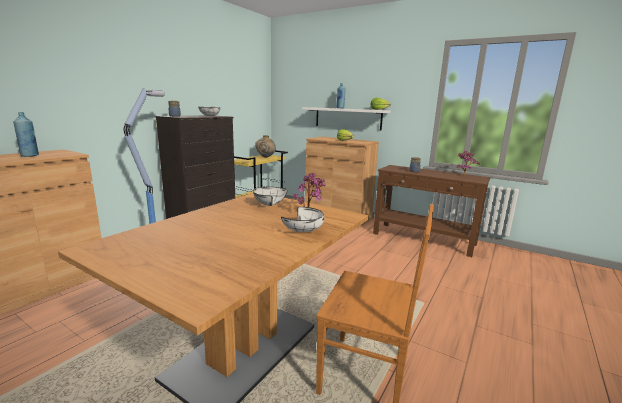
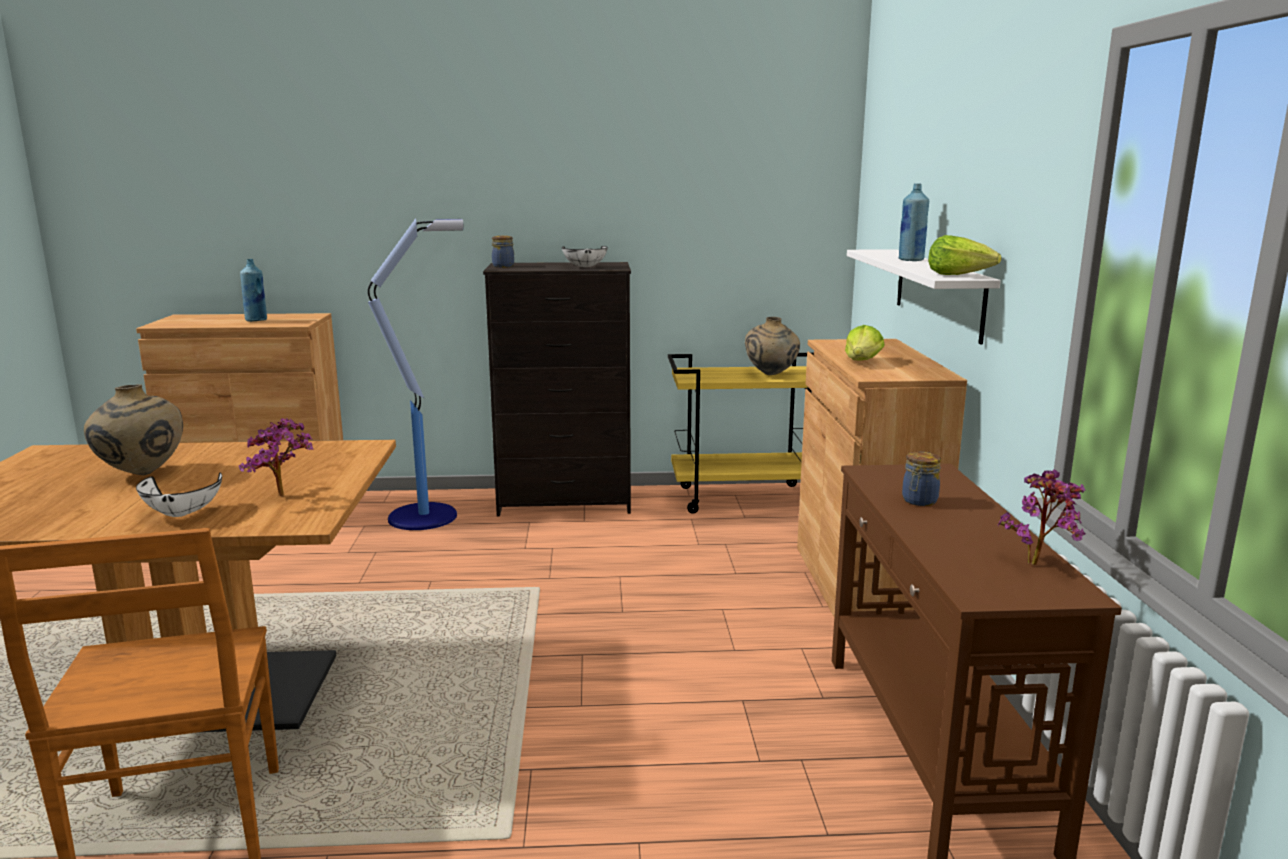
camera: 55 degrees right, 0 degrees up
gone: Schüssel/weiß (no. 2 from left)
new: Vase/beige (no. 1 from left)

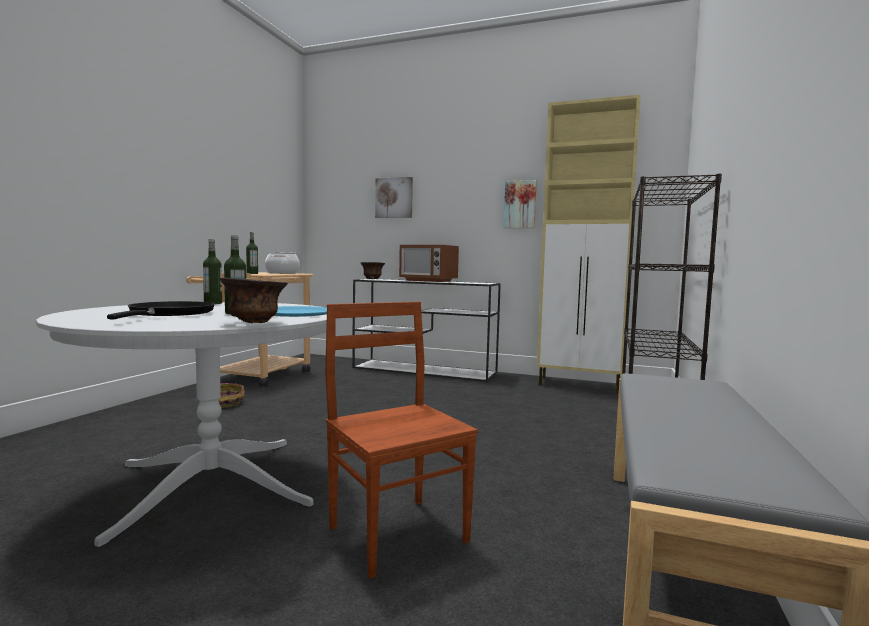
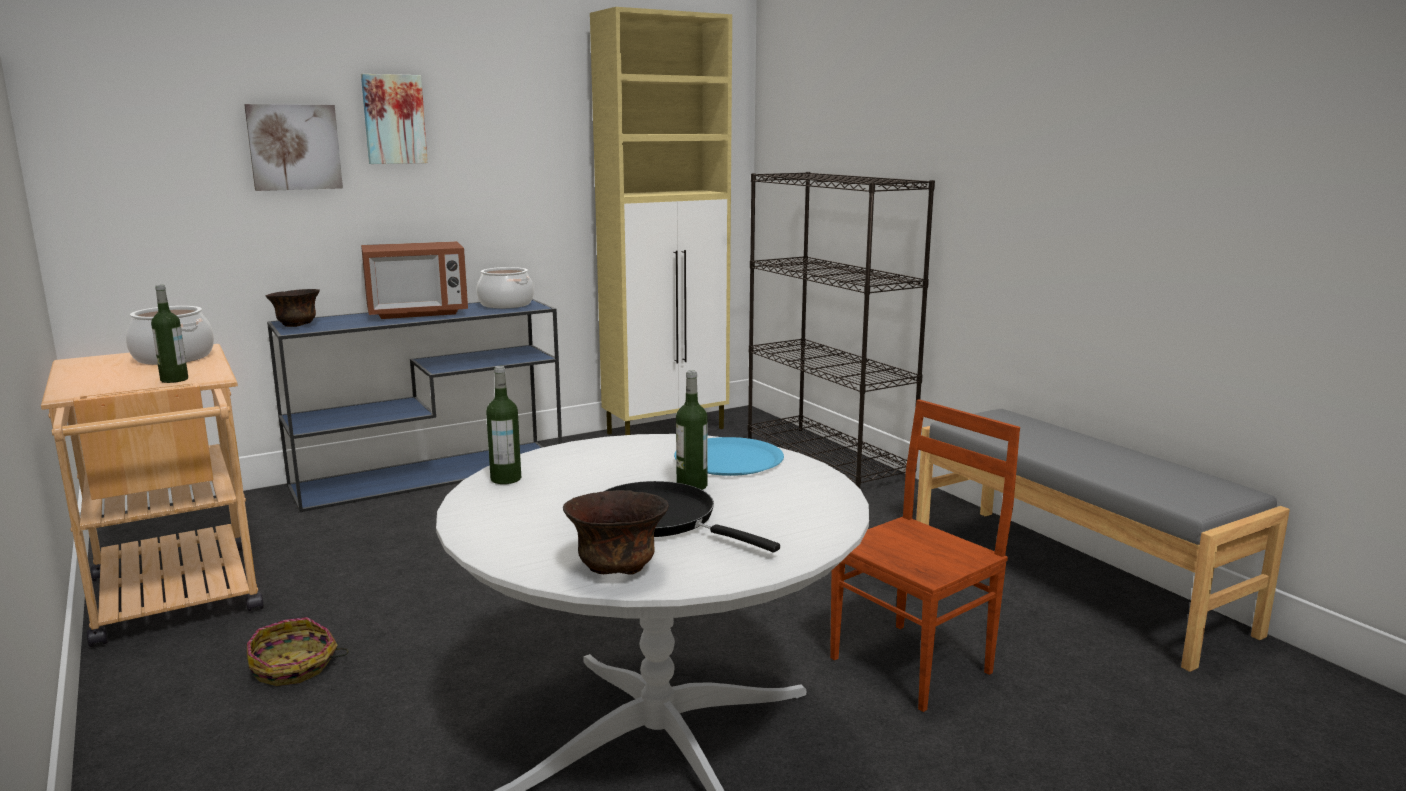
camera: 50 degrees left, 10 degrees up
new: Kochtopf (no. 2 from left)
shifted: Schüssel/braun (no. 1 from left in the first image) to Schüssel/braun (no. 2 from left); Bild (no. 2 from left)
repainted: Konsolentisch/weiß to Konsolentisch/blau
rotated: Stuhl/braun 135 degrees clockwise

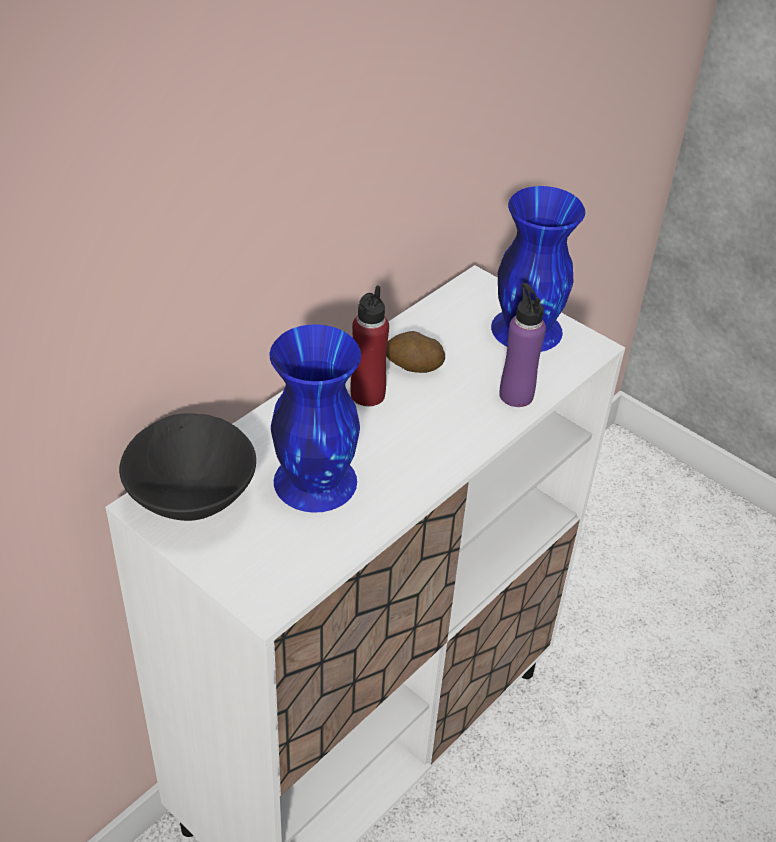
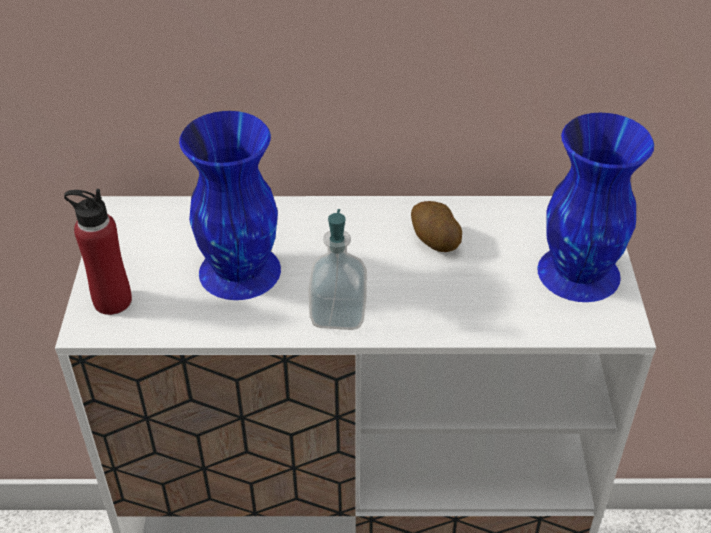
camera: 50 degrees right, 0 degrees up
gone: Schüssel/schwarz; Flasche/lila
new: Seifenspender
shifted: Flasche/rot

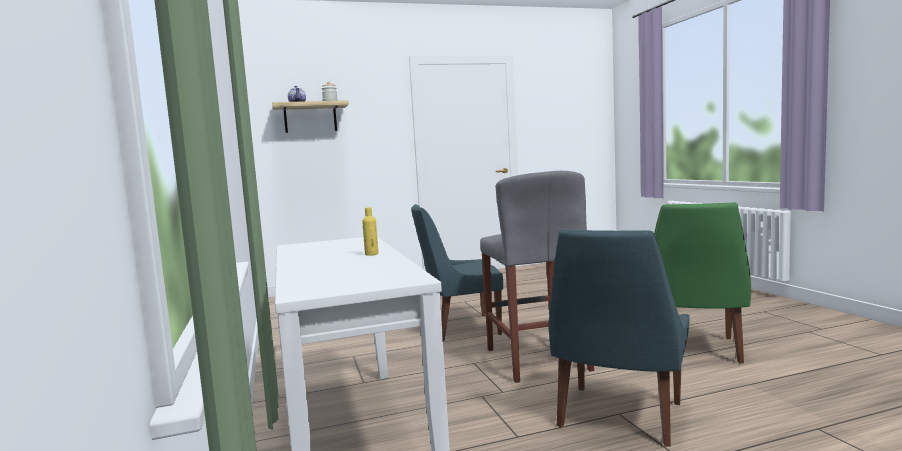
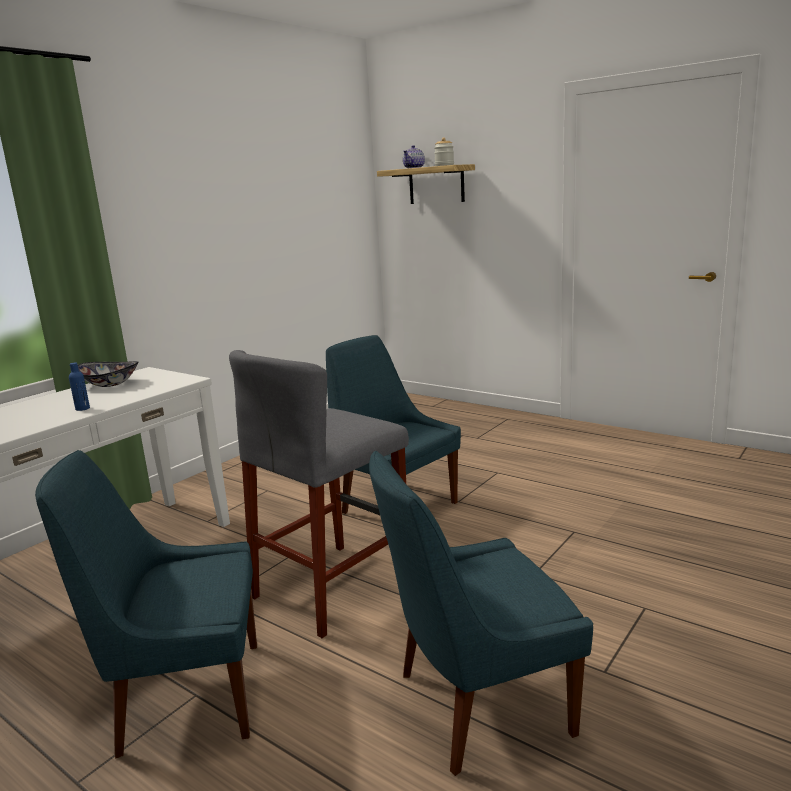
camera: 55 degrees right, 10 degrees up
new: Schüssel
repainted: Flasche/gelb to Flasche/blau; Stuhl/grün to Stuhl/blau (no. 3 from left)

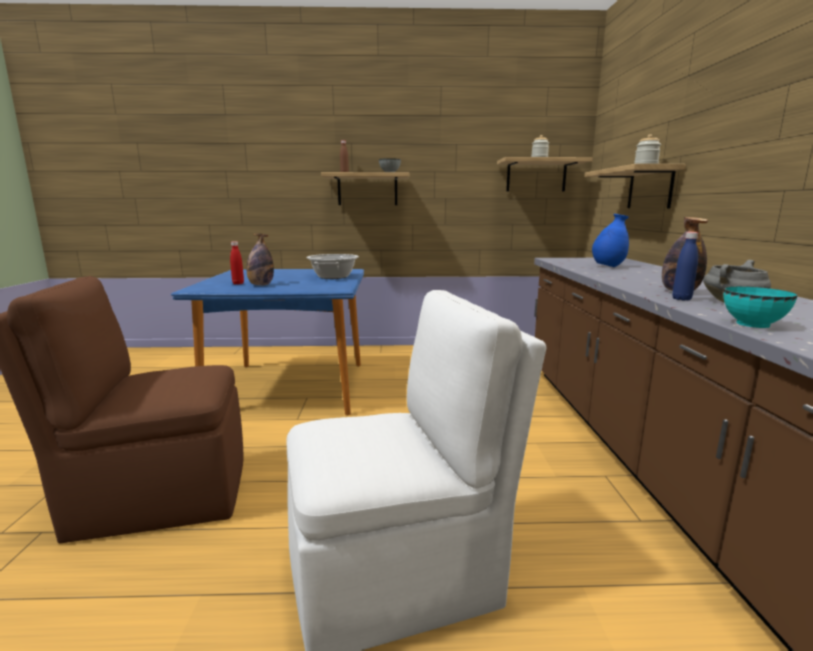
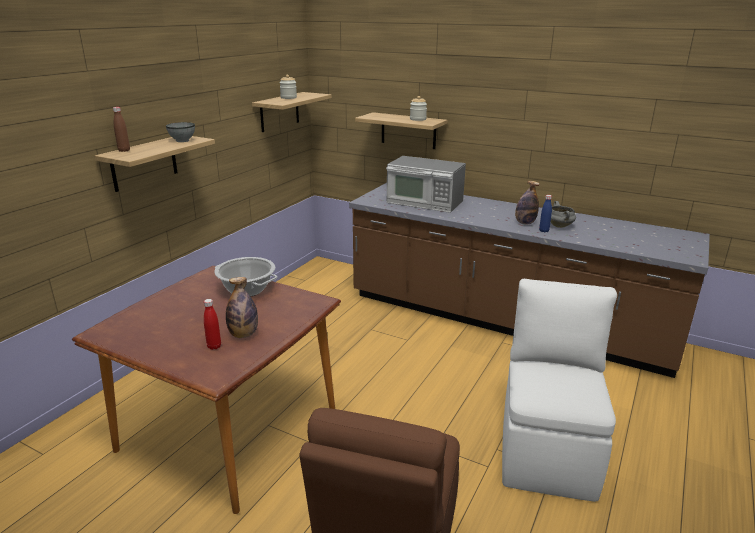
camera: 60 degrees left, 10 degrees up
gone: Schüssel/türkis
swapped: Vase/blau to Mikrowelle
repainted: Esstisch/blau to Esstisch/braun

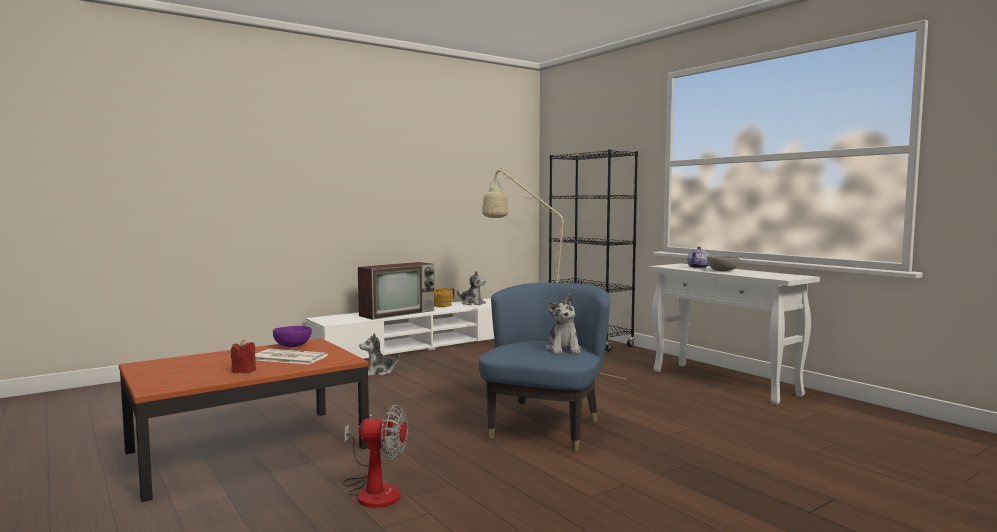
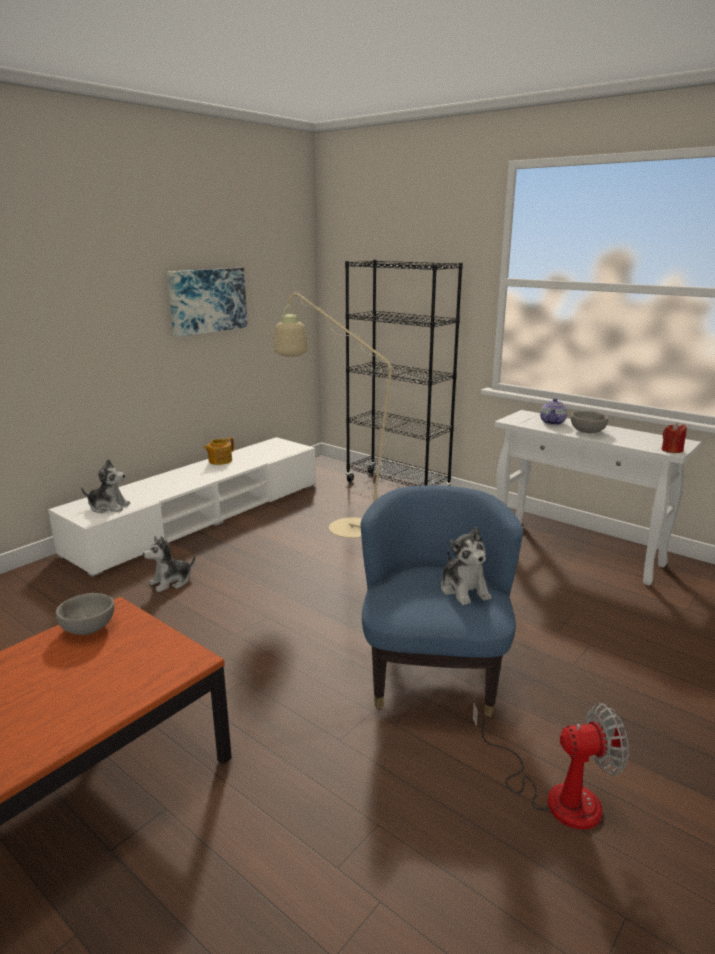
camera: 15 degrees left, 15 degrees up
gone: Zeitung; Fernseher
new: Bild
shifted: Kerze/rot; Ventilator; Plüschtier (no. 2 from left in the first image) to Plüschtier (no. 1 from left)
repainted: Schüssel/lila to Schüssel/grau (no. 1 from left)

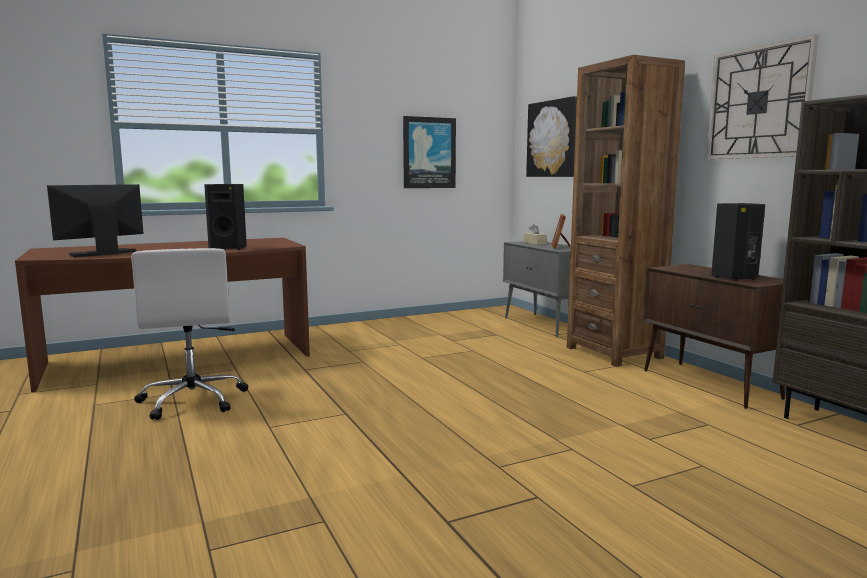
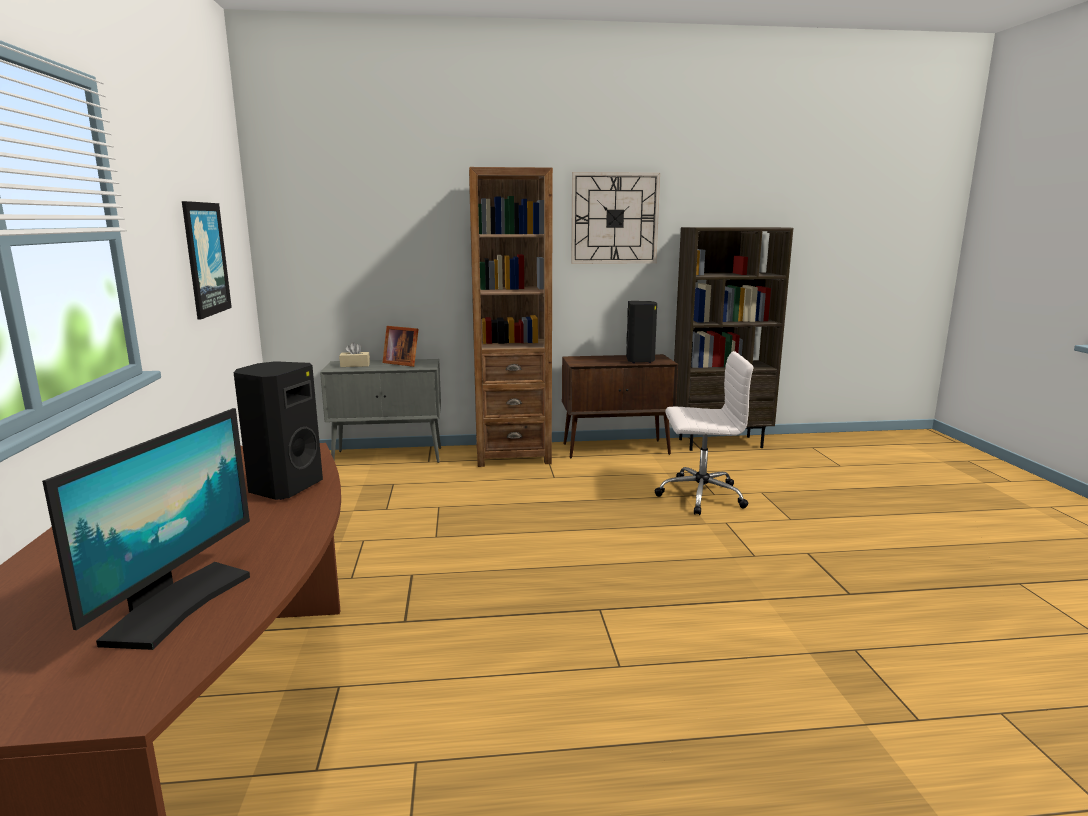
camera: 70 degrees left, 5 degrees up
gone: Bild (no. 2 from left)
shifted: Bürostuhl/weiß
rotated: Monitor 135 degrees counterclockwise

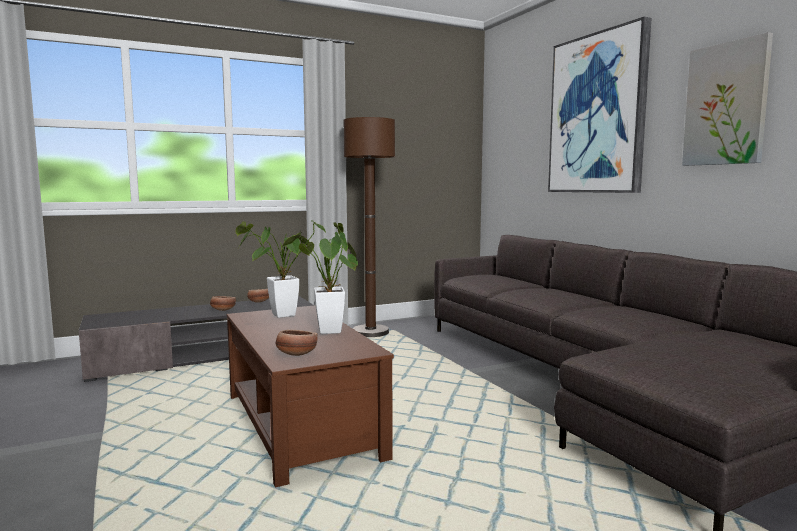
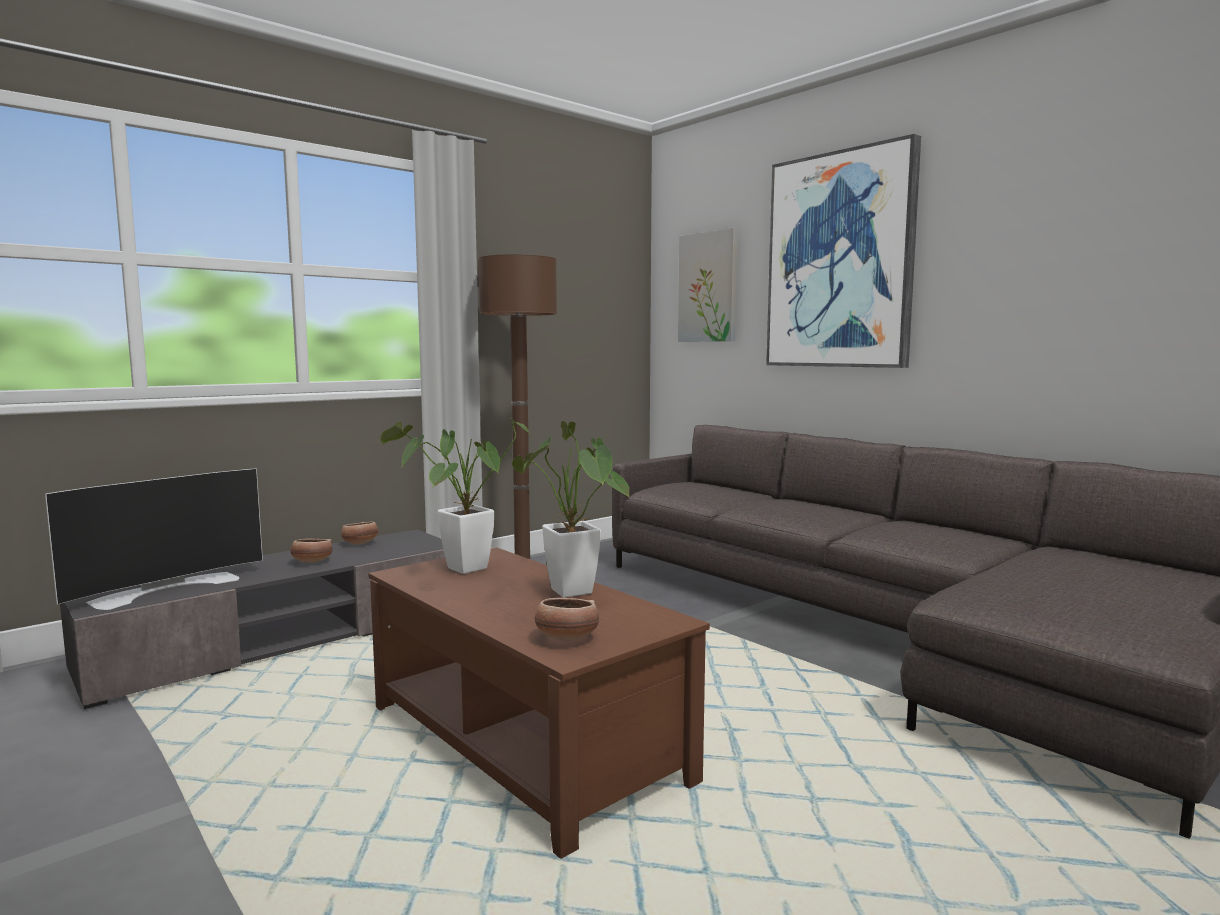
camera: 15 degrees left, 0 degrees up
new: Fernseher
shifted: Bild (no. 2 from left in the first image) to Bild (no. 1 from left)

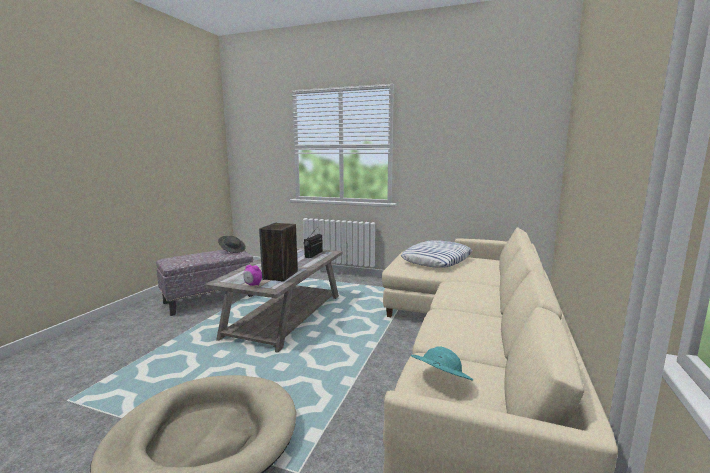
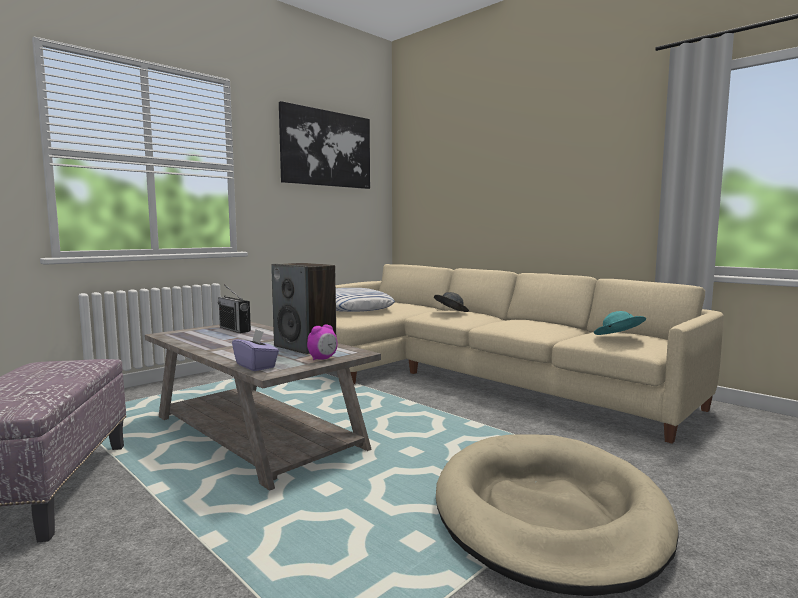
camera: 65 degrees left, 5 degrees down
new: Taschentuchbox/lila; Bild
shifted: Hut/grau

